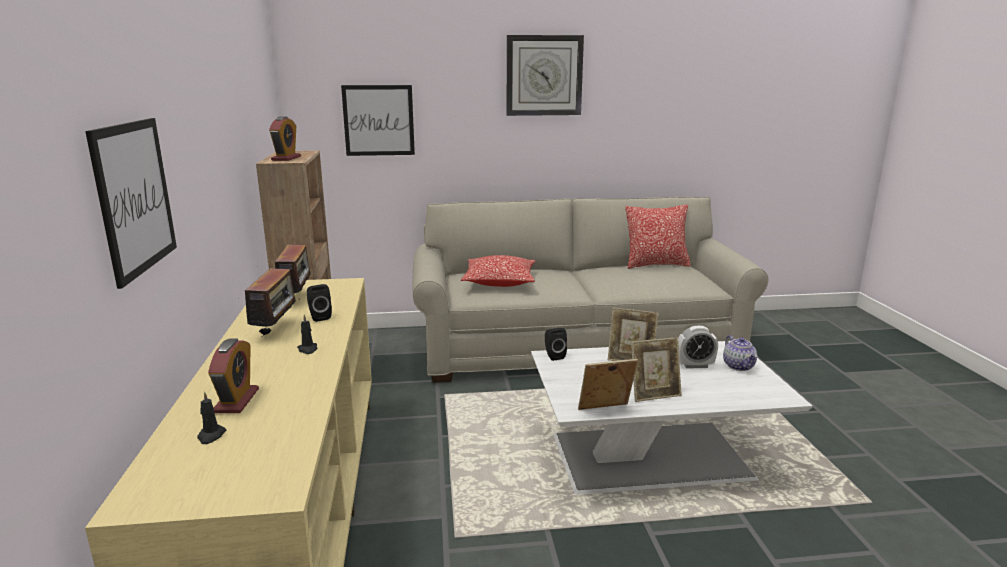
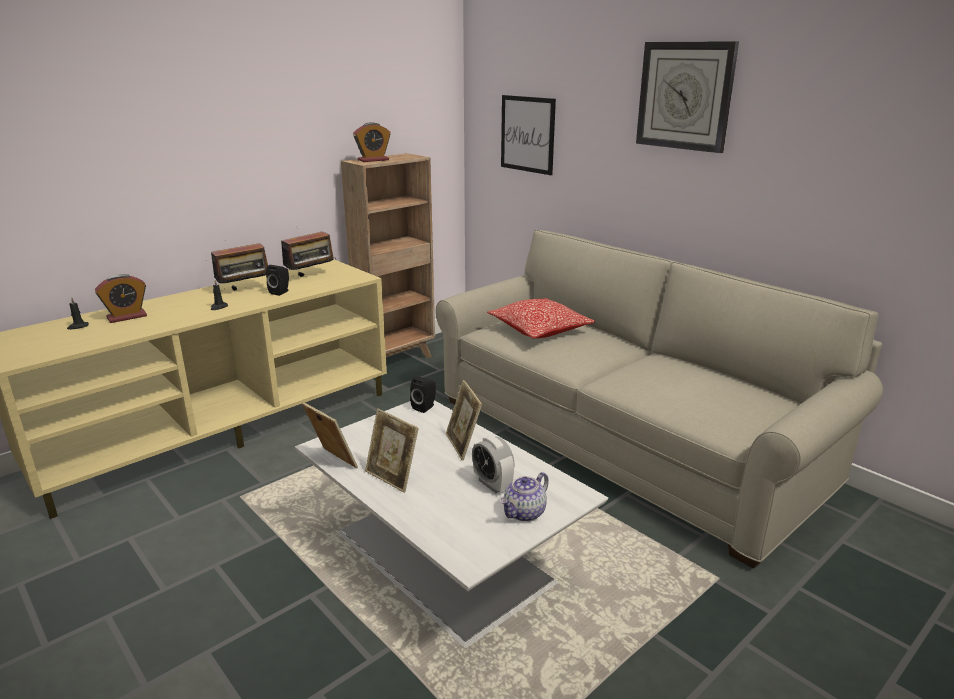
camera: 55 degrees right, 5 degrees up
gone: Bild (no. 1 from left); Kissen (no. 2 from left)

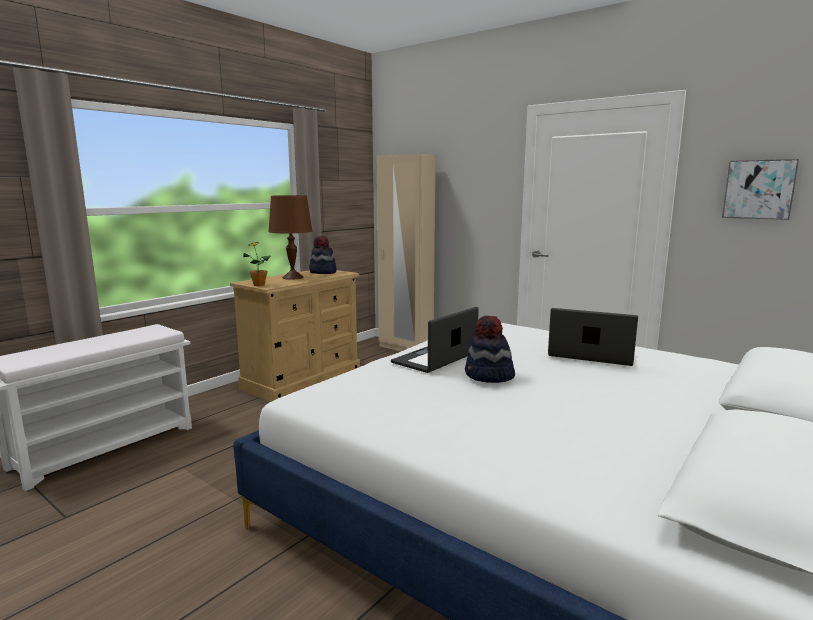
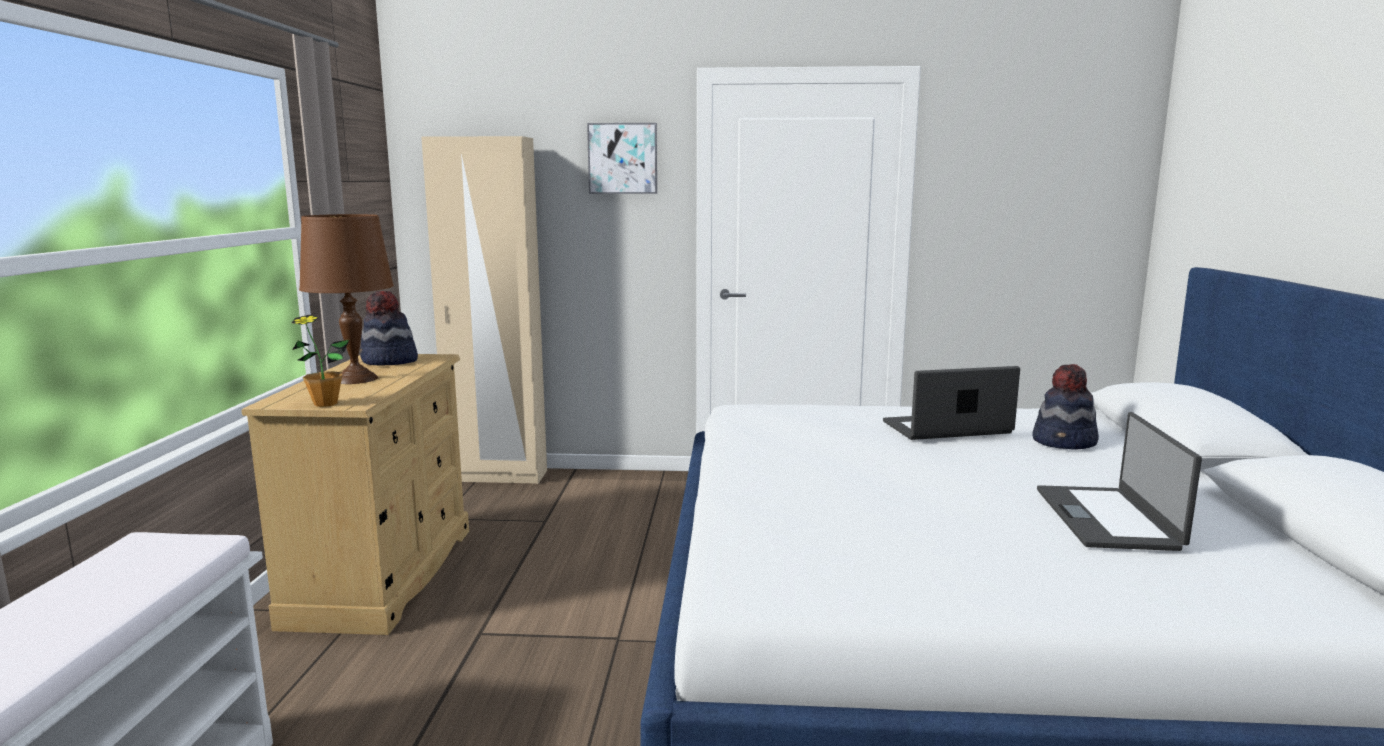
camera: 35 degrees left, 0 degrees up
shifted: Laptop (no. 1 from left in the first image) to Laptop (no. 2 from left); Hut (no. 2 from left); Bild

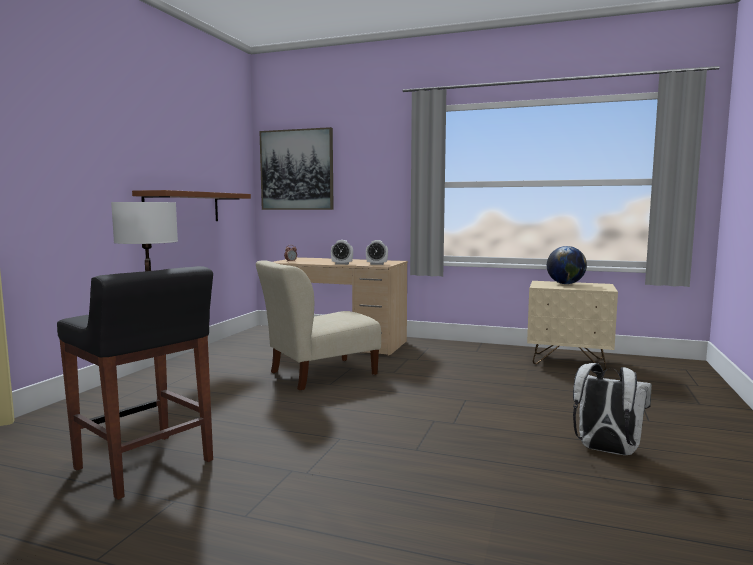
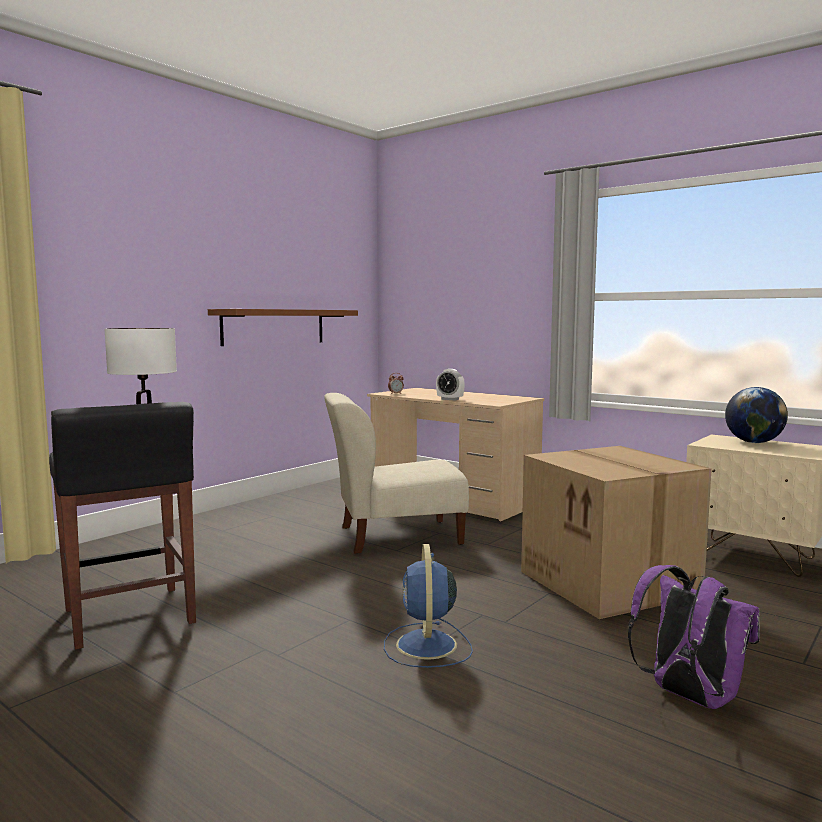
camera: 20 degrees right, 0 degrees up
gone: Bild; Wecker (no. 3 from left)
new: Ventilator/blau; Karton
repainted: Rucksack/weiß to Rucksack/lila

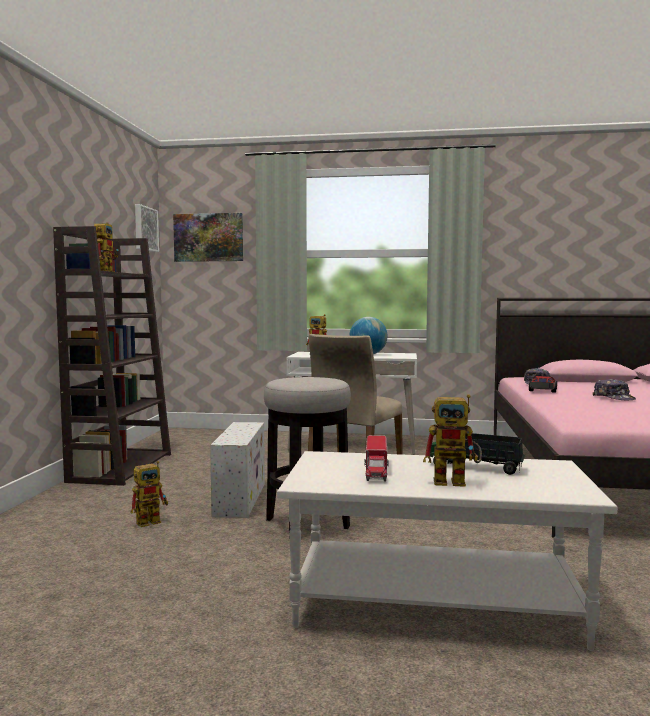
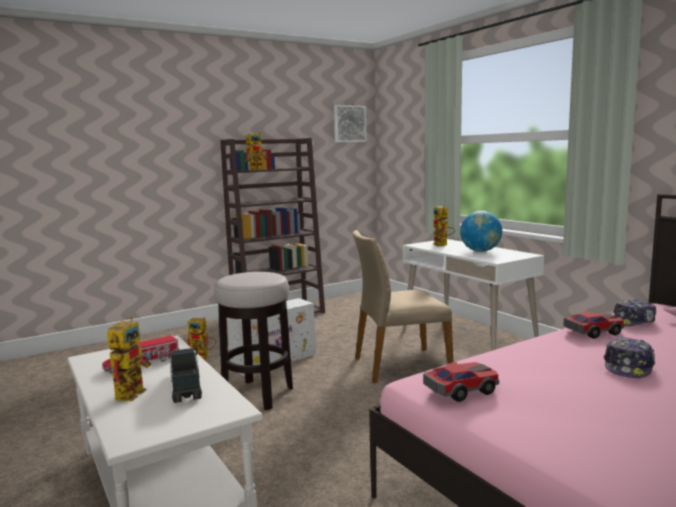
camera: 50 degrees right, 5 degrees up
gone: Bild (no. 2 from left)
new: Spielzeugauto (no. 1 from left)
rotated: Spielzeugroboter (no. 4 from left in the first image) 135 degrees counterclockwise

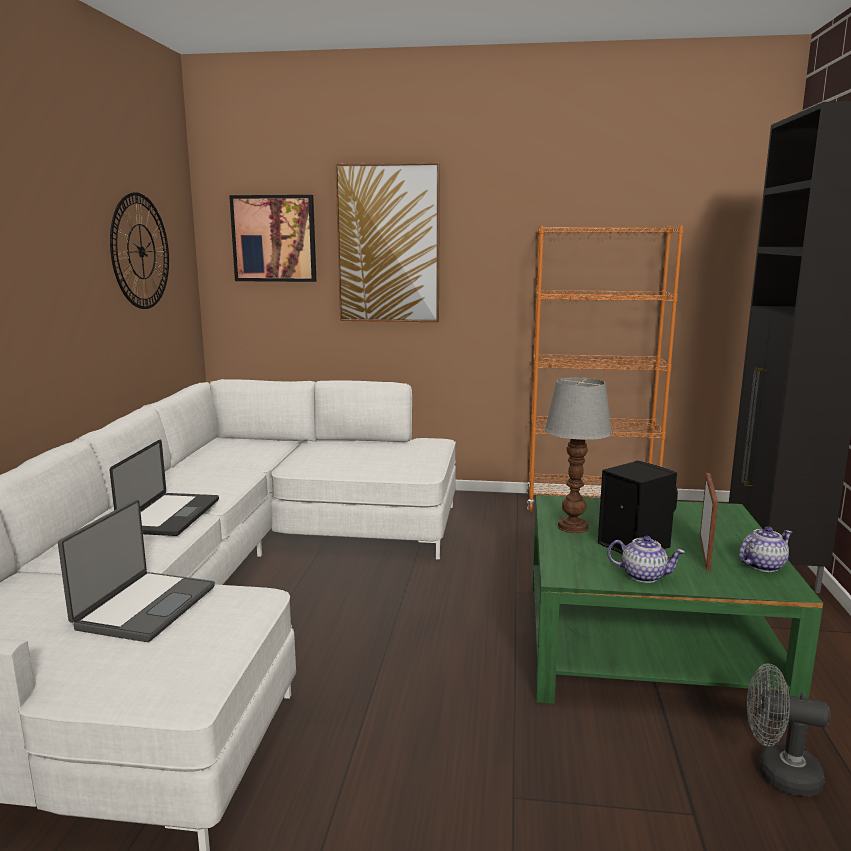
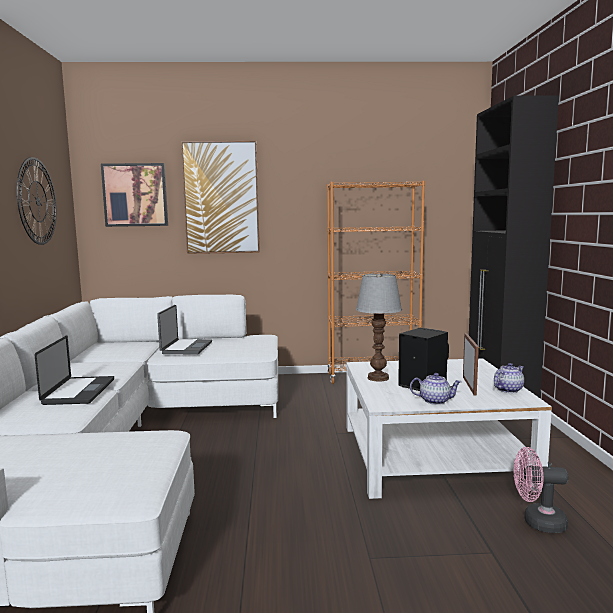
camera: 10 degrees left, 5 degrees down
shifted: Laptop (no. 1 from left in the first image) to Laptop (no. 2 from left)
repainted: Couchtisch/grün to Couchtisch/weiß; Ventilator/grau to Ventilator/rosa

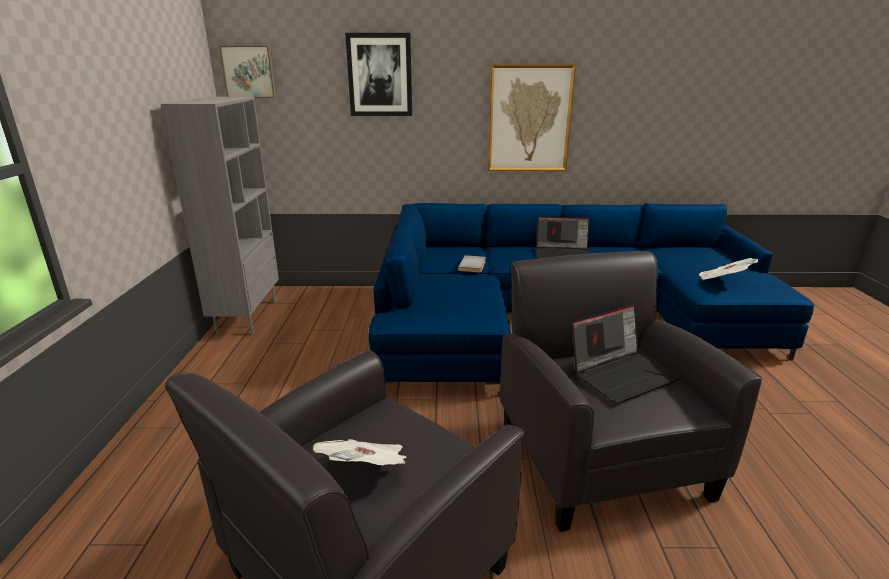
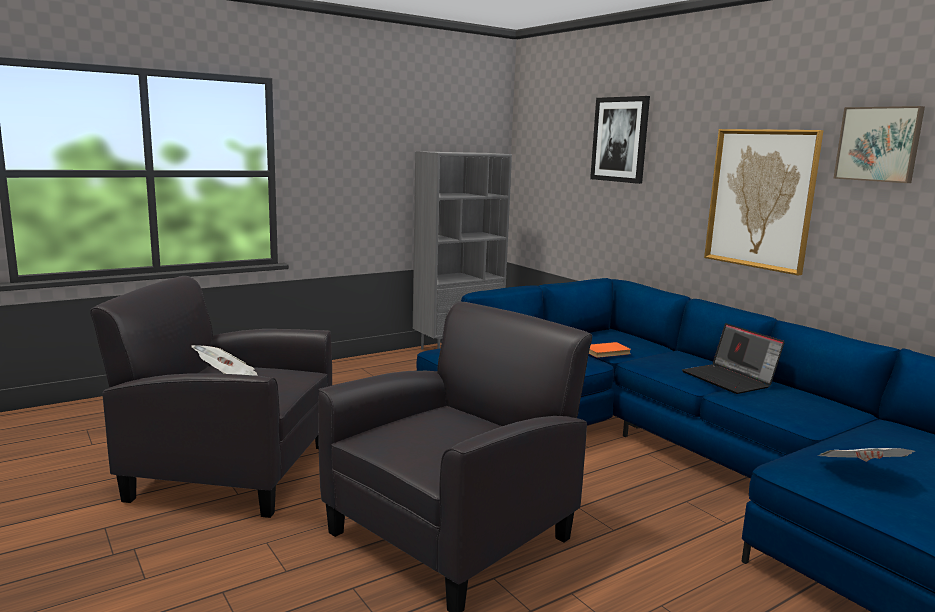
camera: 55 degrees right, 10 degrees down
gone: Laptop (no. 2 from left)
shifted: Bild (no. 1 from left in the first image) to Bild (no. 3 from left)
repainted: Buch/grau to Buch/orange

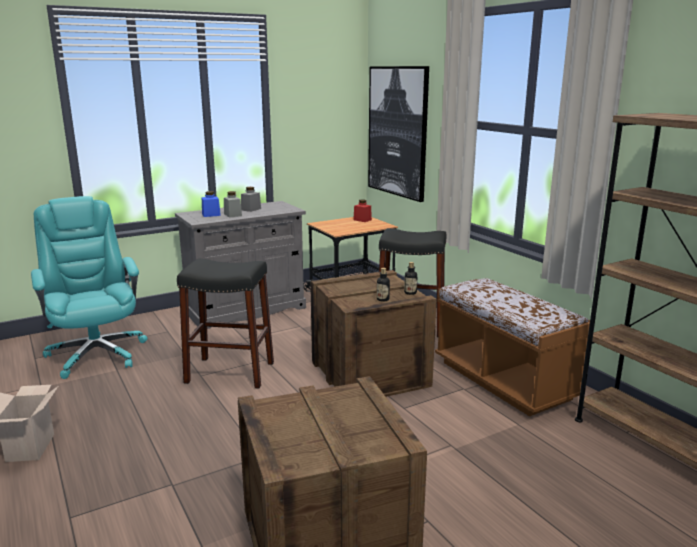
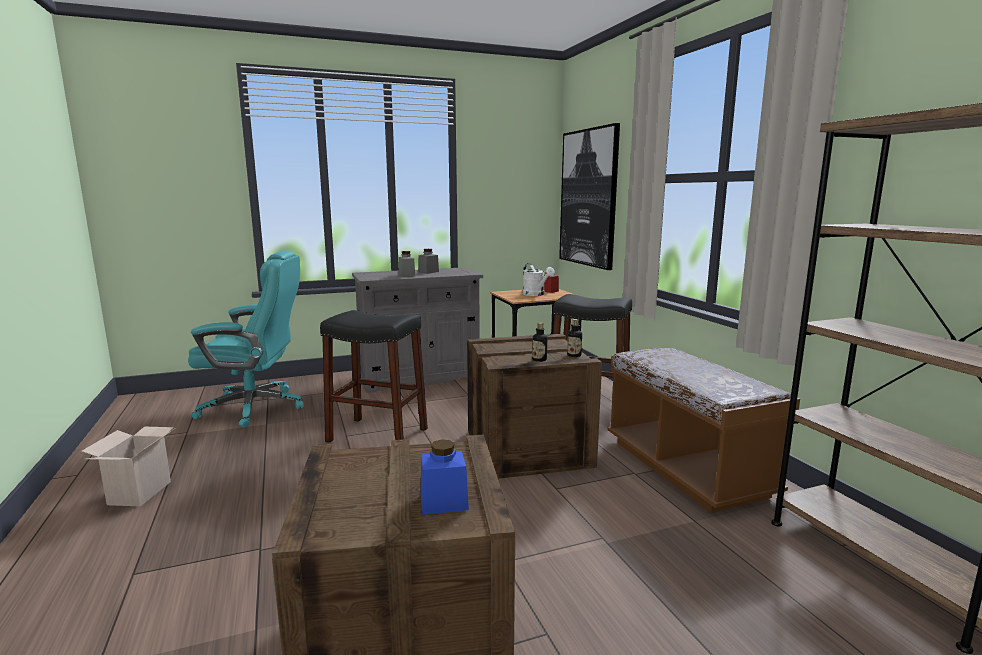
camera: 10 degrees right, 5 degrees down
new: Gießkanne/weiß
shifted: Vorratsglas/blau
rotated: Bürostuhl/türkis 105 degrees clockwise

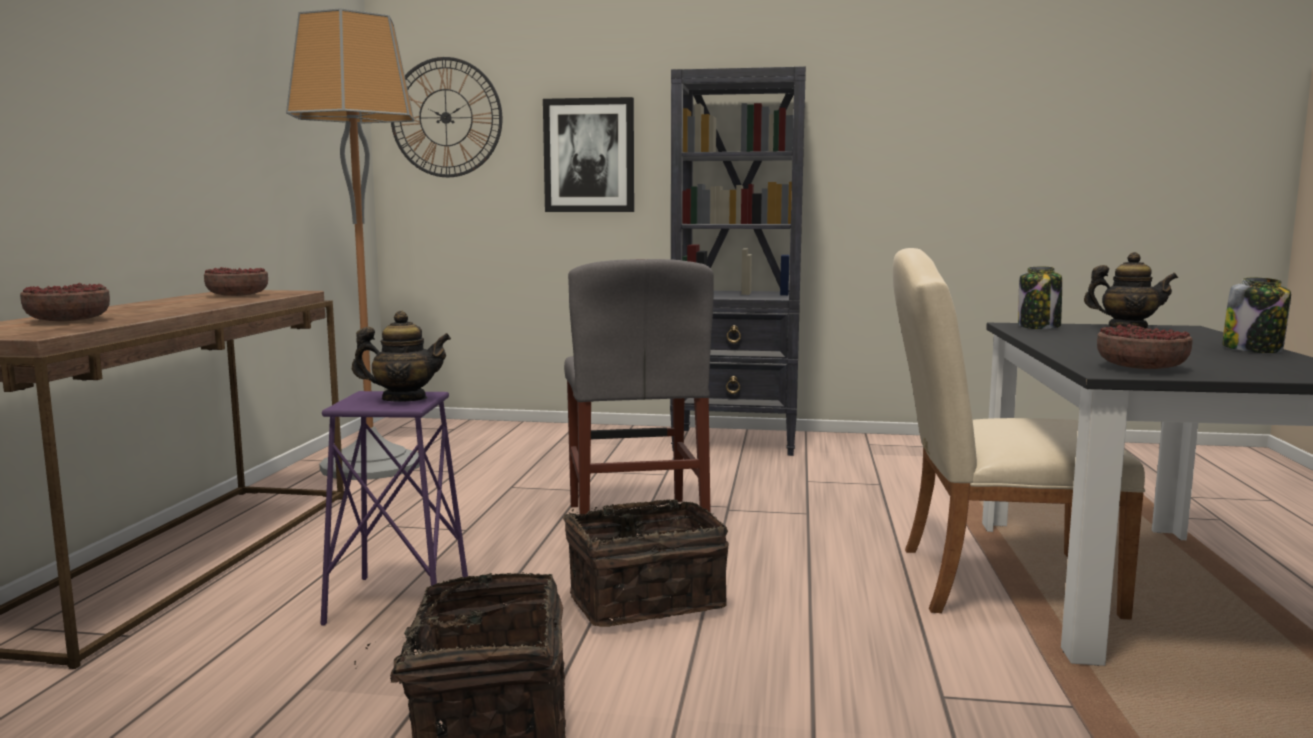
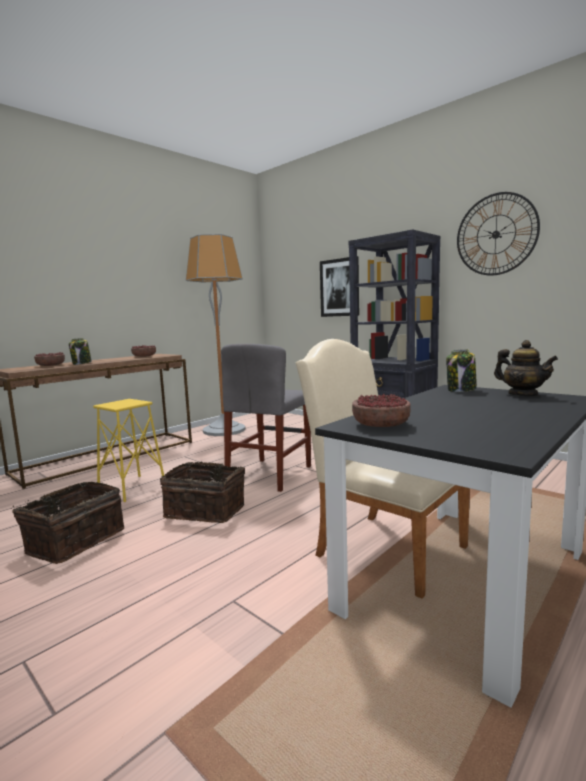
camera: 35 degrees right, 0 degrees up
gone: Teekanne (no. 1 from left)
shifted: Wanduhr; Vorratsglas (no. 2 from left in the first image) to Vorratsglas (no. 1 from left)
repainted: Hocker/lila to Hocker/gelb

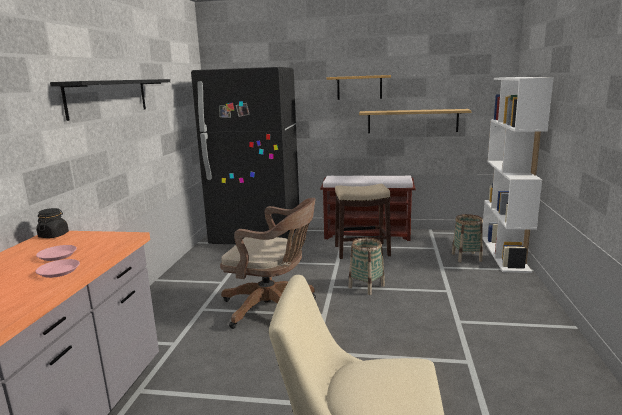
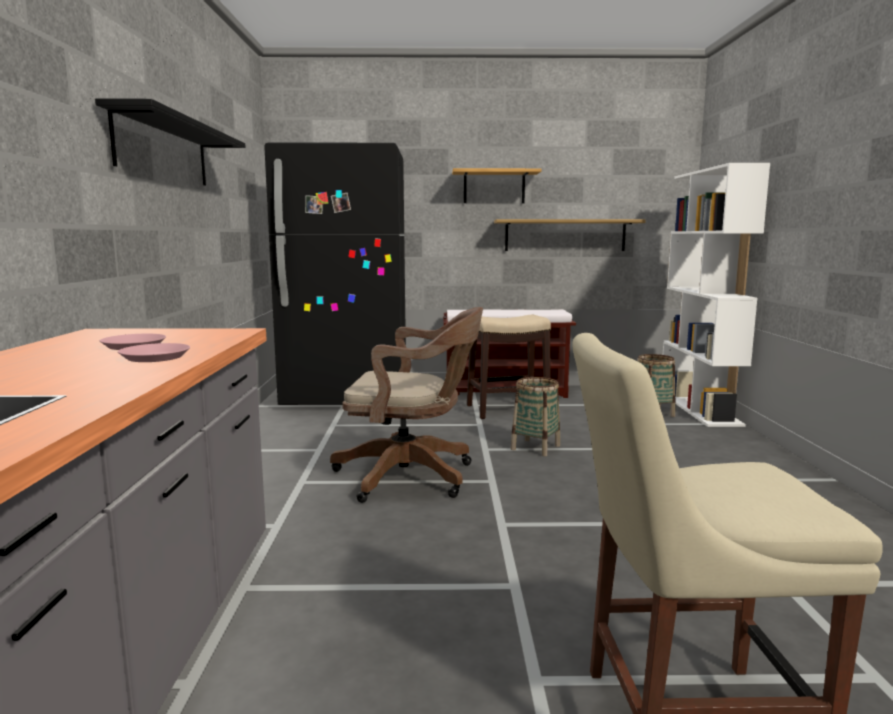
camera: 10 degrees left, 5 degrees down
gone: Vorratsglas/schwarz

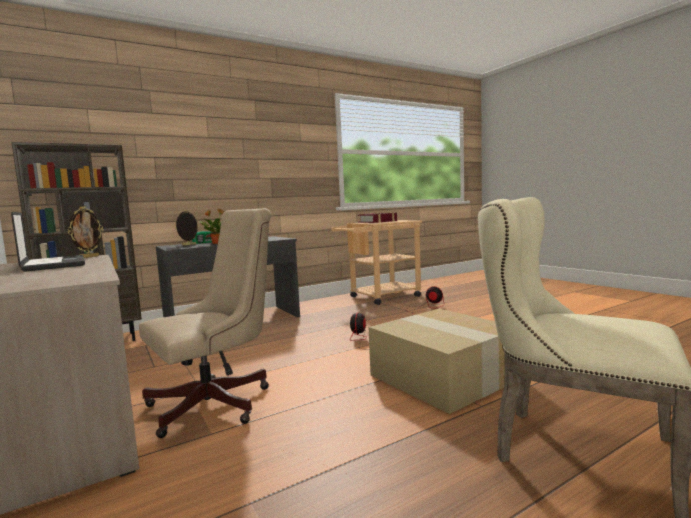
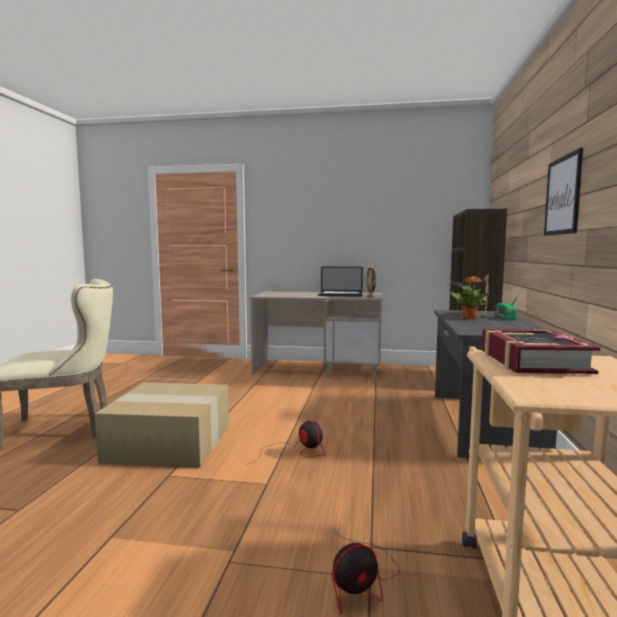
camera: 130 degrees right, 0 degrees up
gone: Bürostuhl/beige
new: Bild

